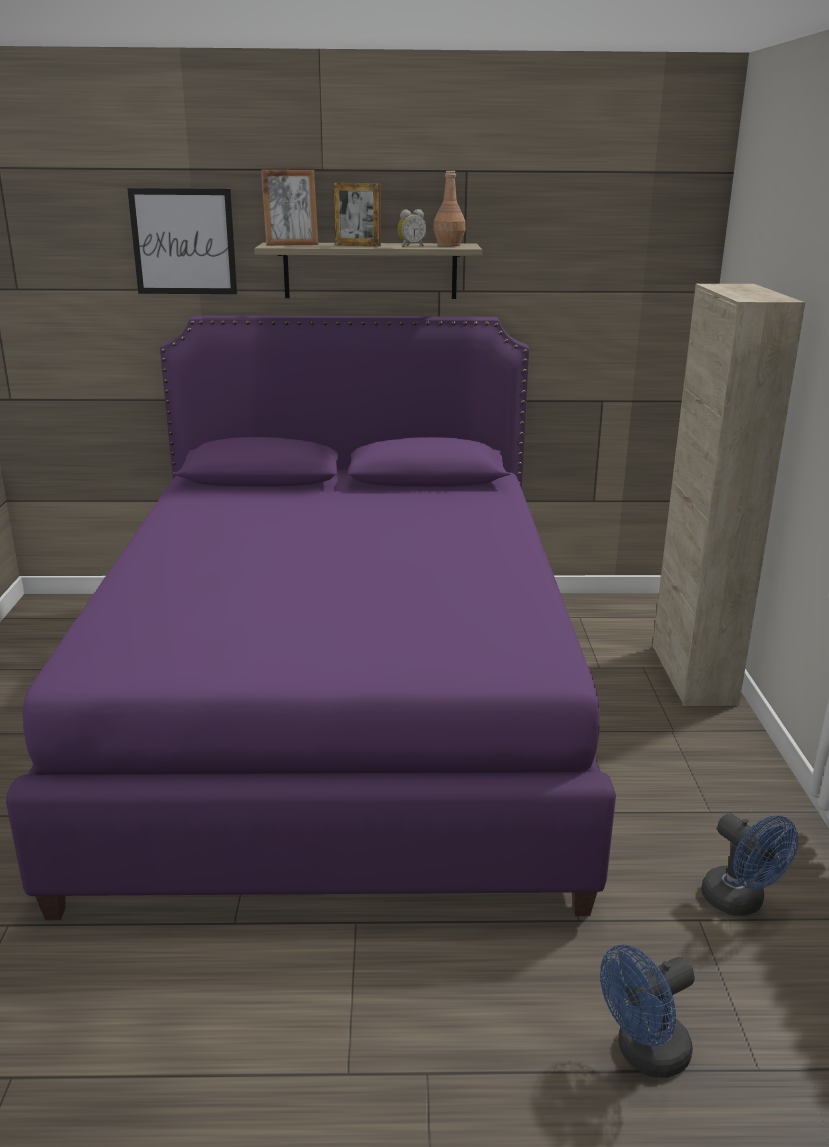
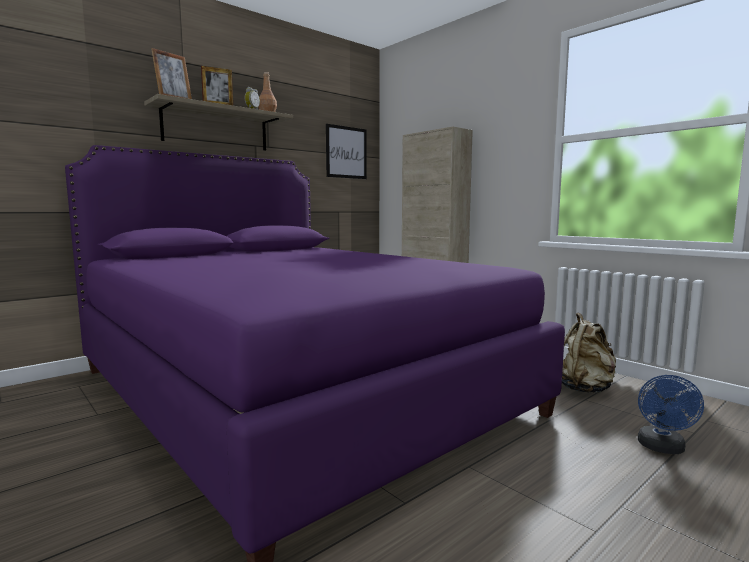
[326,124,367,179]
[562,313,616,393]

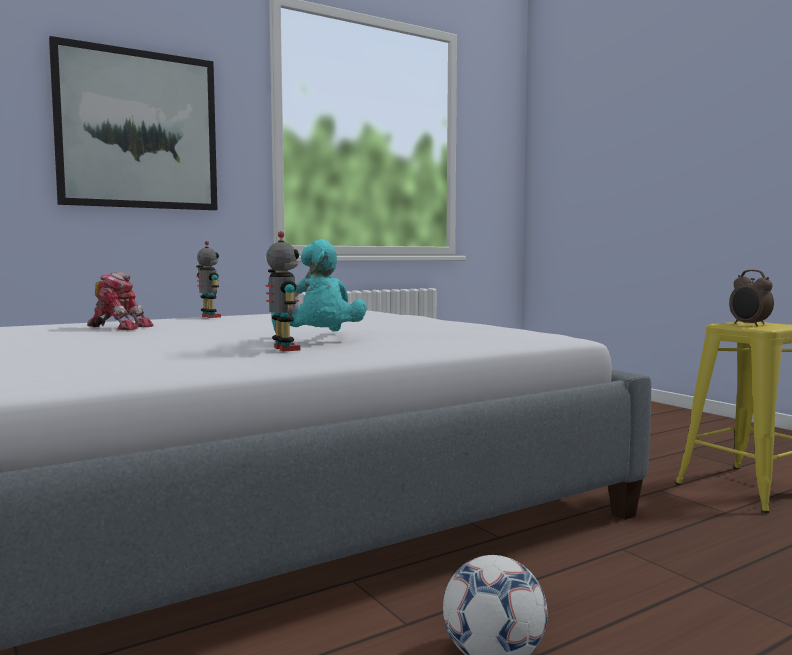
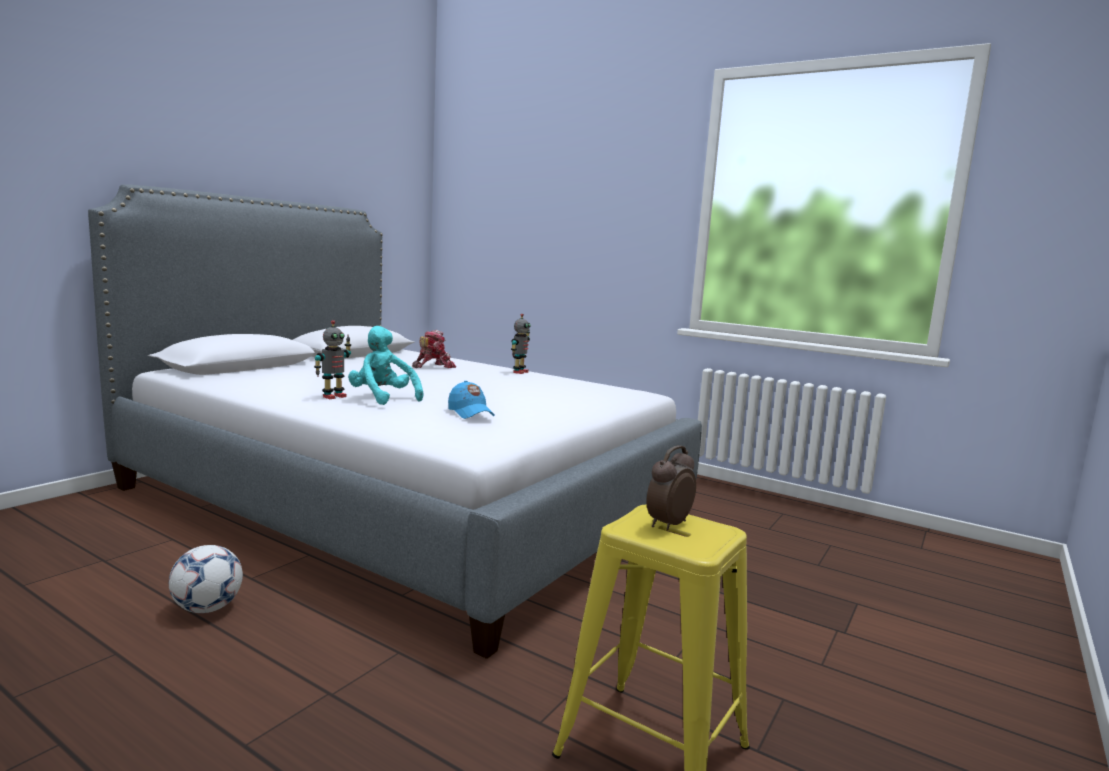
[49,36,217,210] (first image)
[348,326,423,405]
[412,330,456,368]
[448,381,495,419]

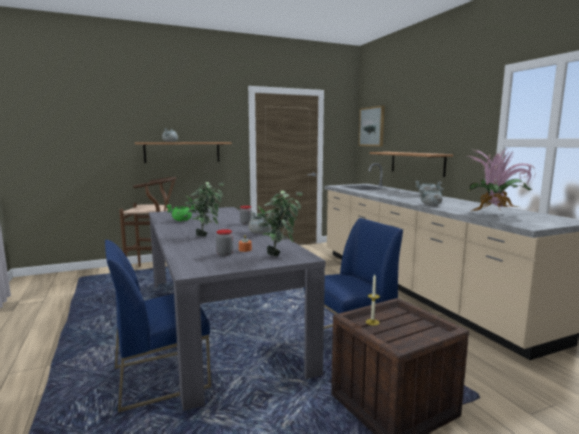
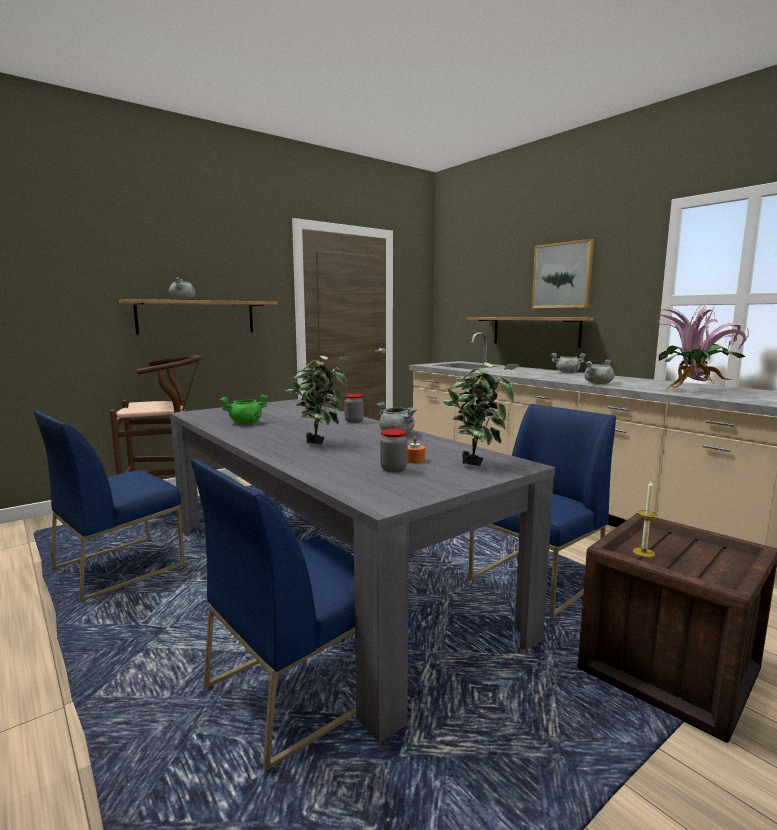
[532,239,594,308]
[34,411,185,602]

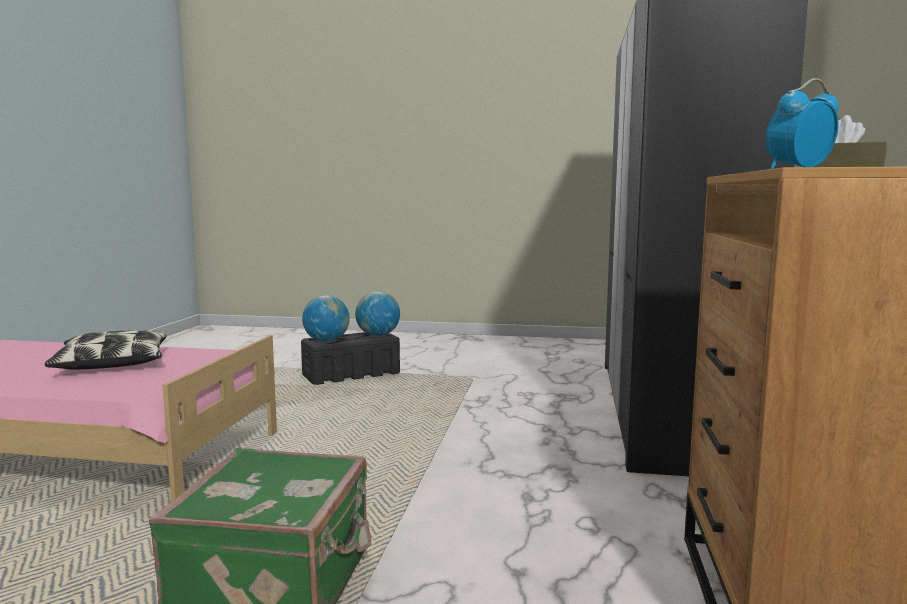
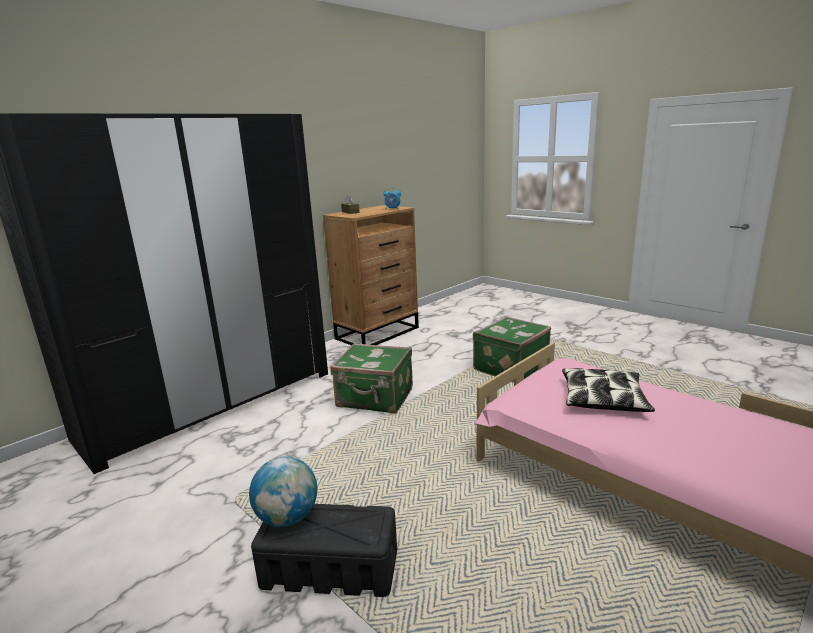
[302,295,350,342] (first image)
[330,343,413,414]

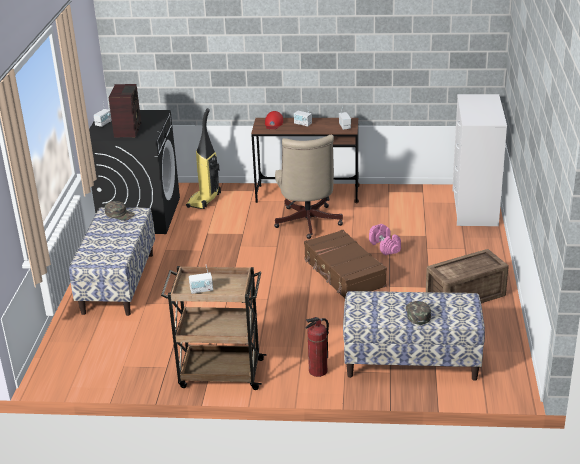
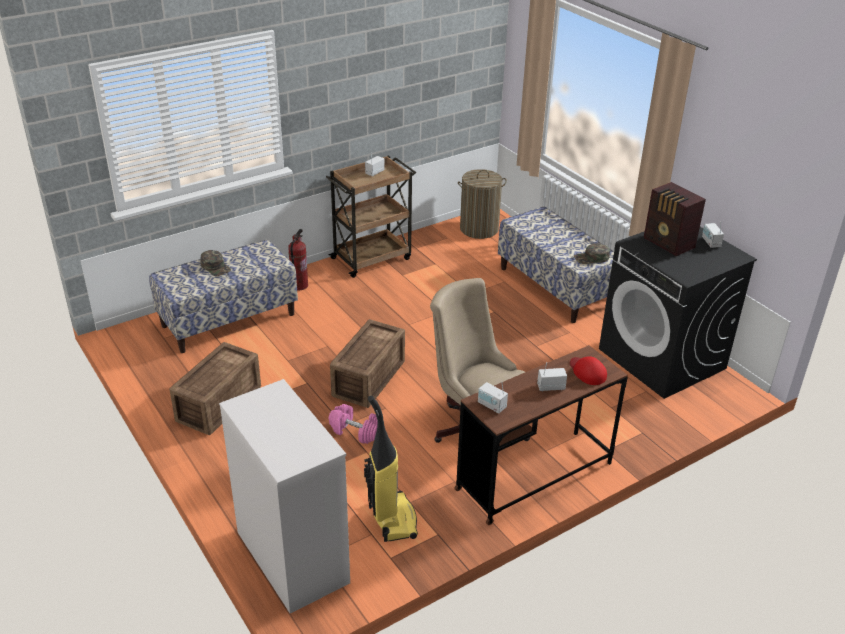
[364,396,418,542]
[330,319,405,408]
[458,169,507,239]

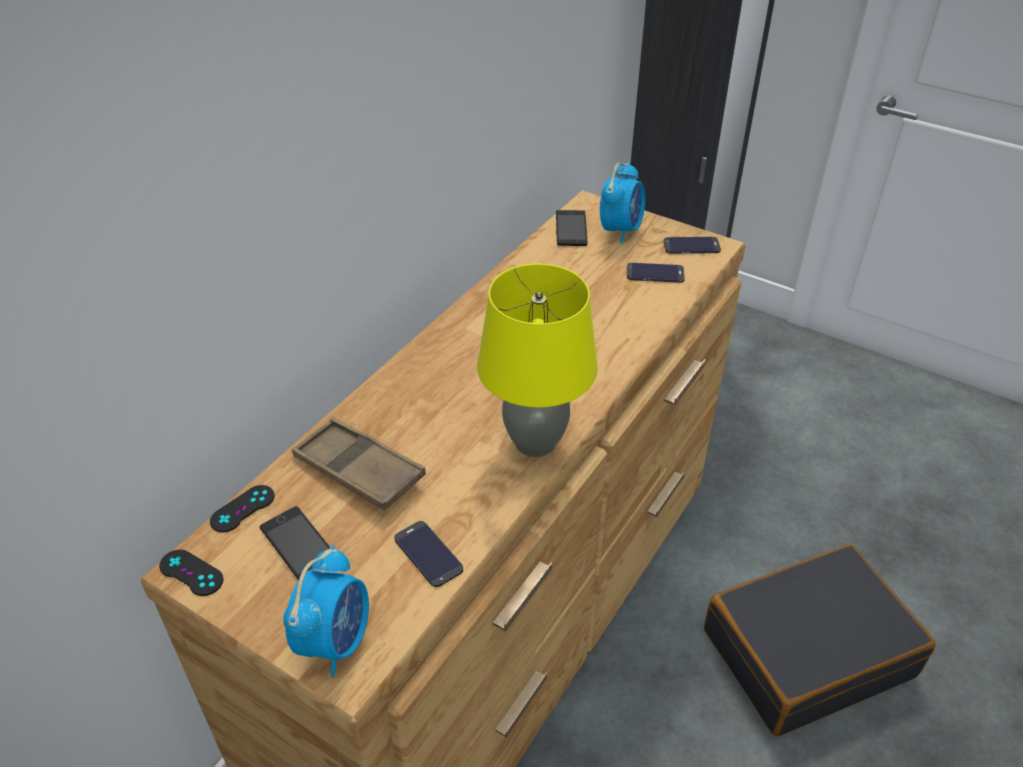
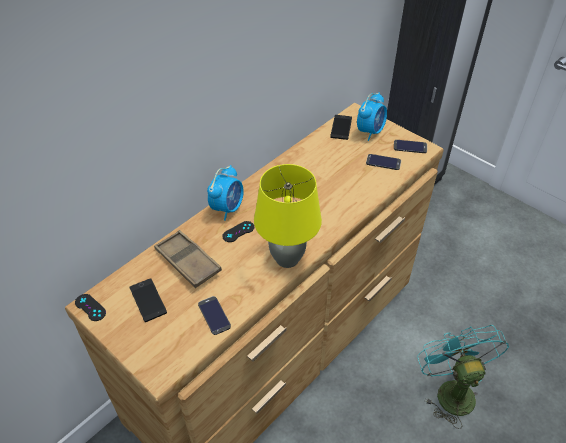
[222,221,254,242]
[417,325,509,429]
[207,165,244,221]

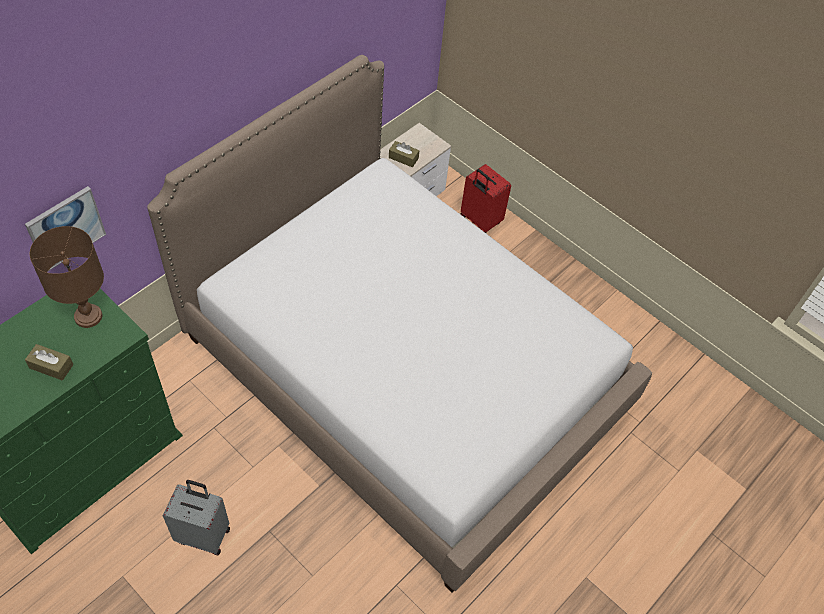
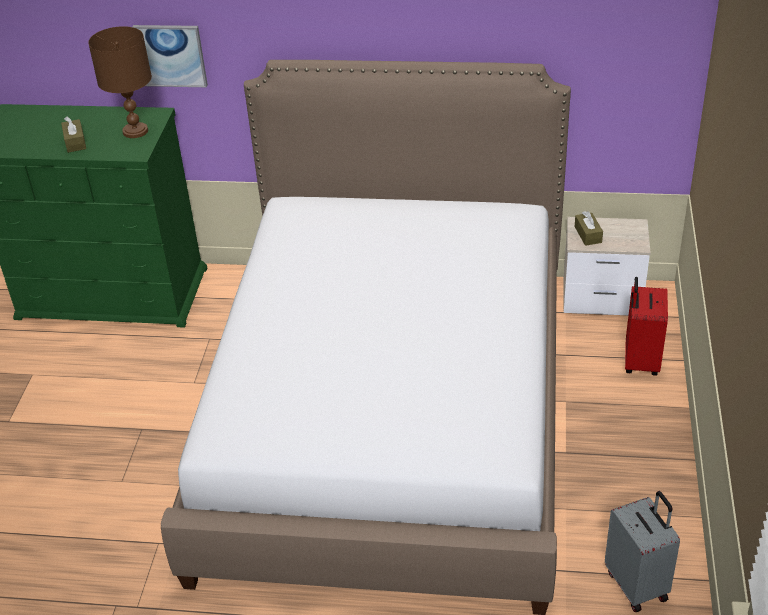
[605,491,680,612]

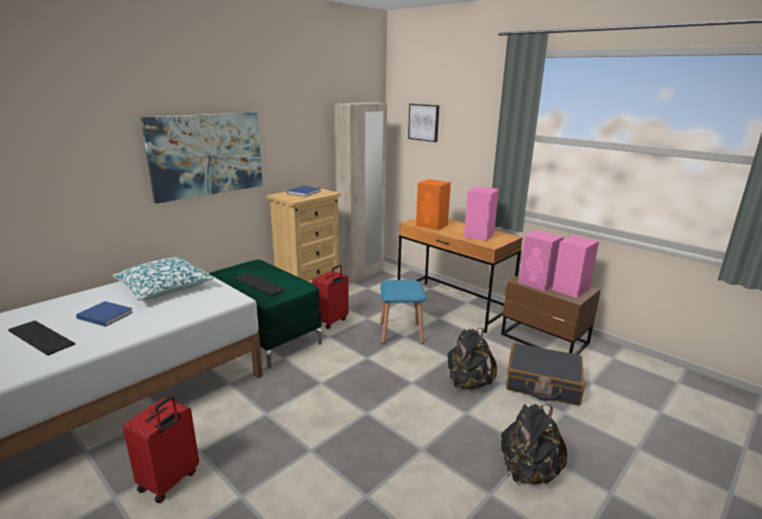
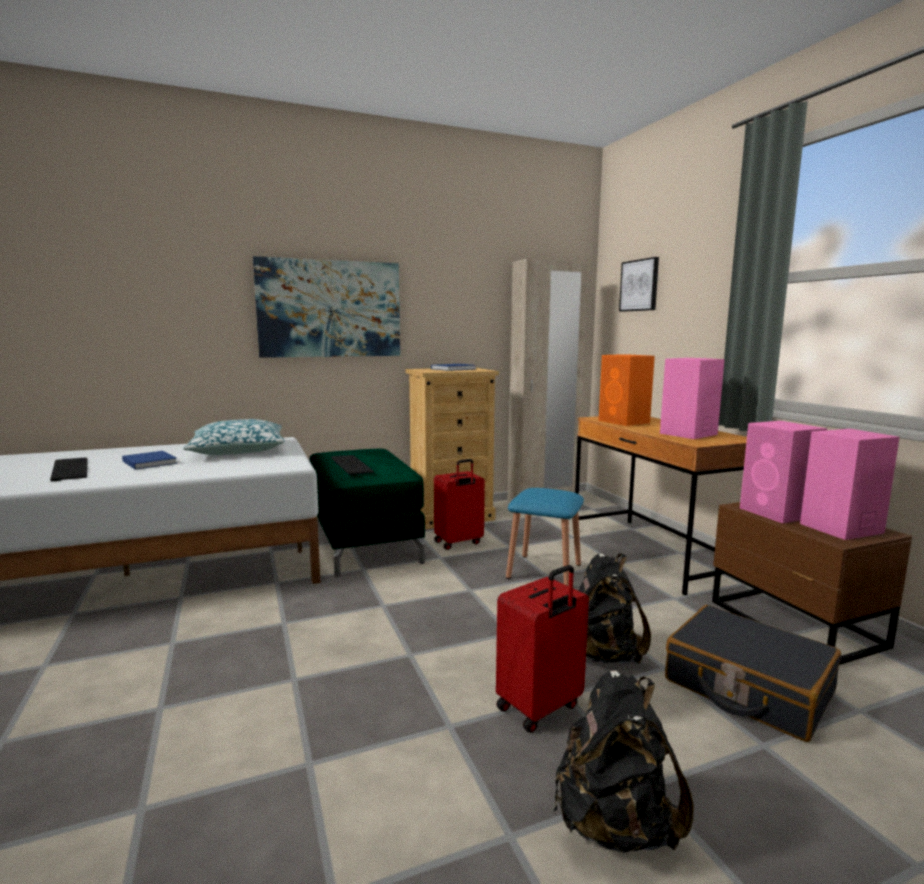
[496,565,589,733]

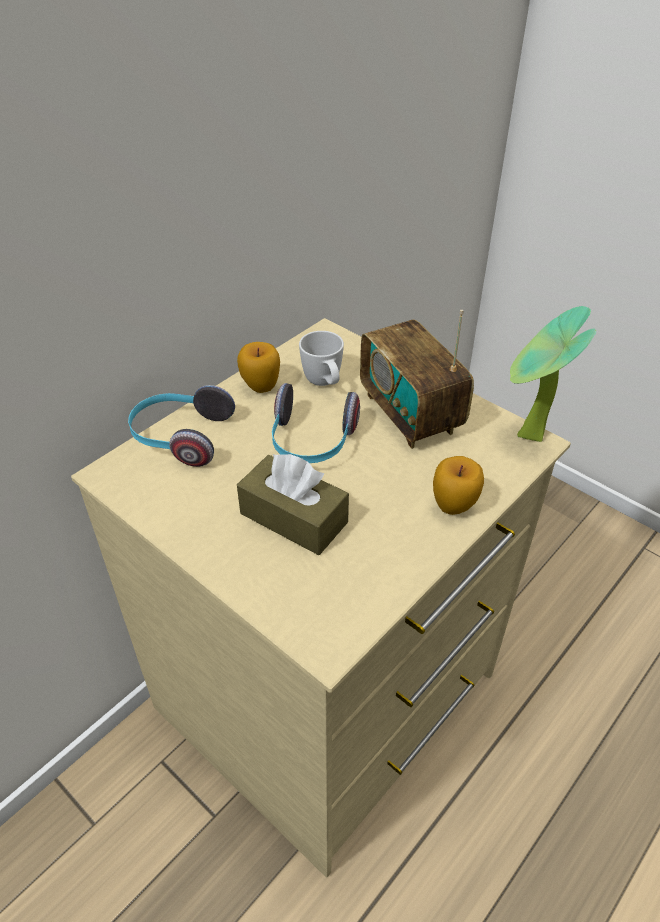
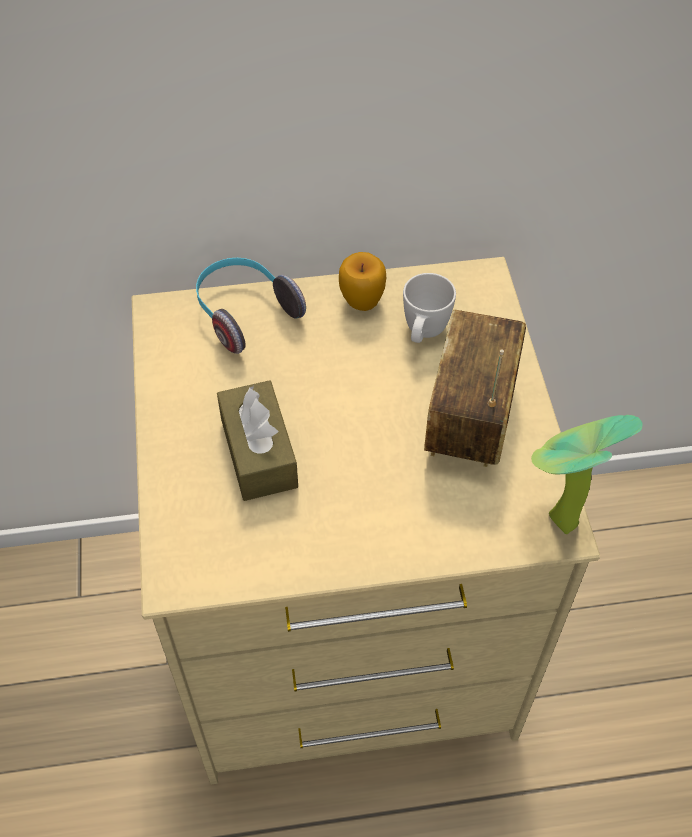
[272,383,360,463] (first image)
[433,456,484,515] (first image)

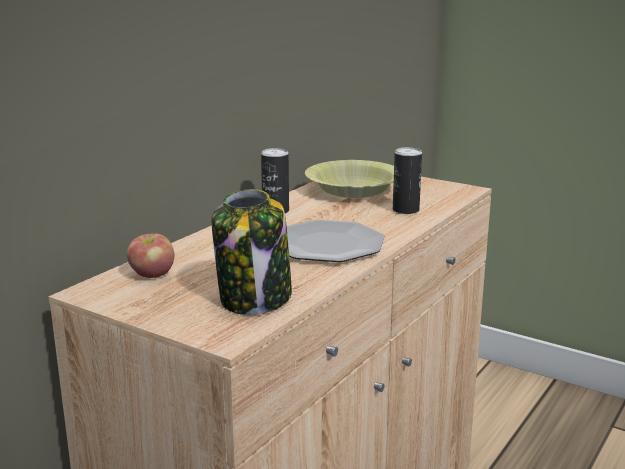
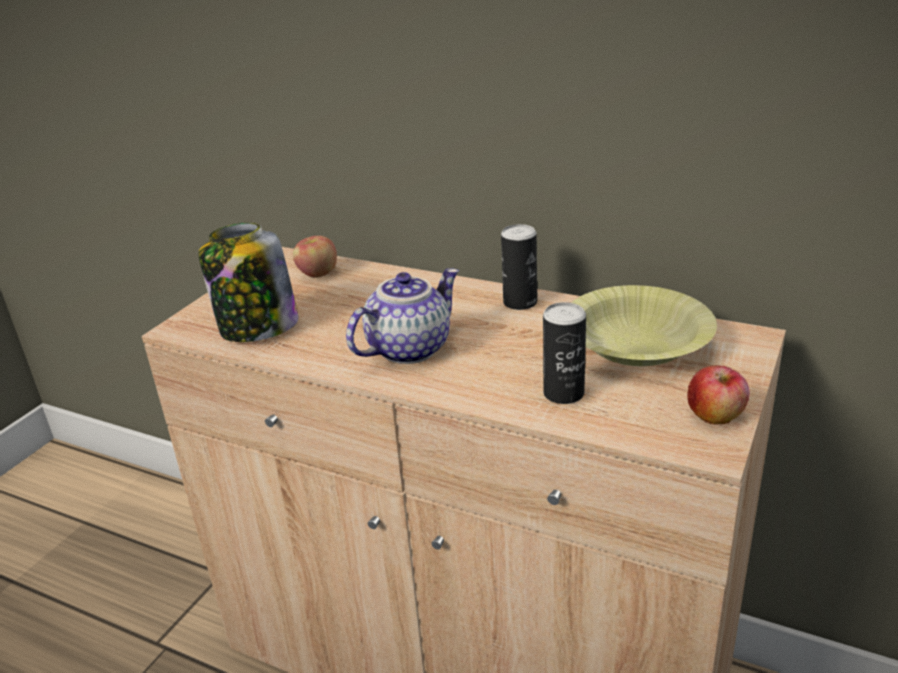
[346,268,459,364]
[687,365,750,424]

